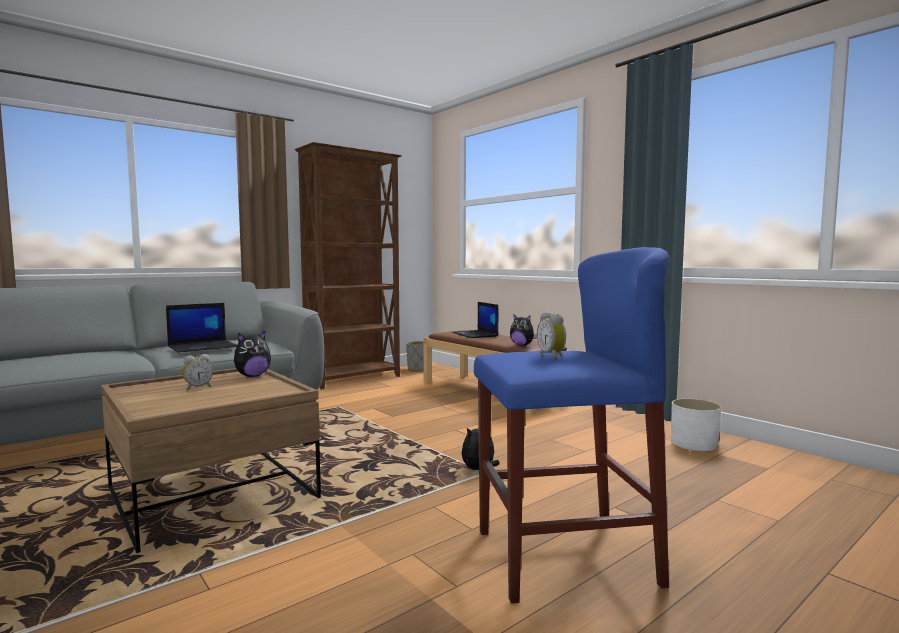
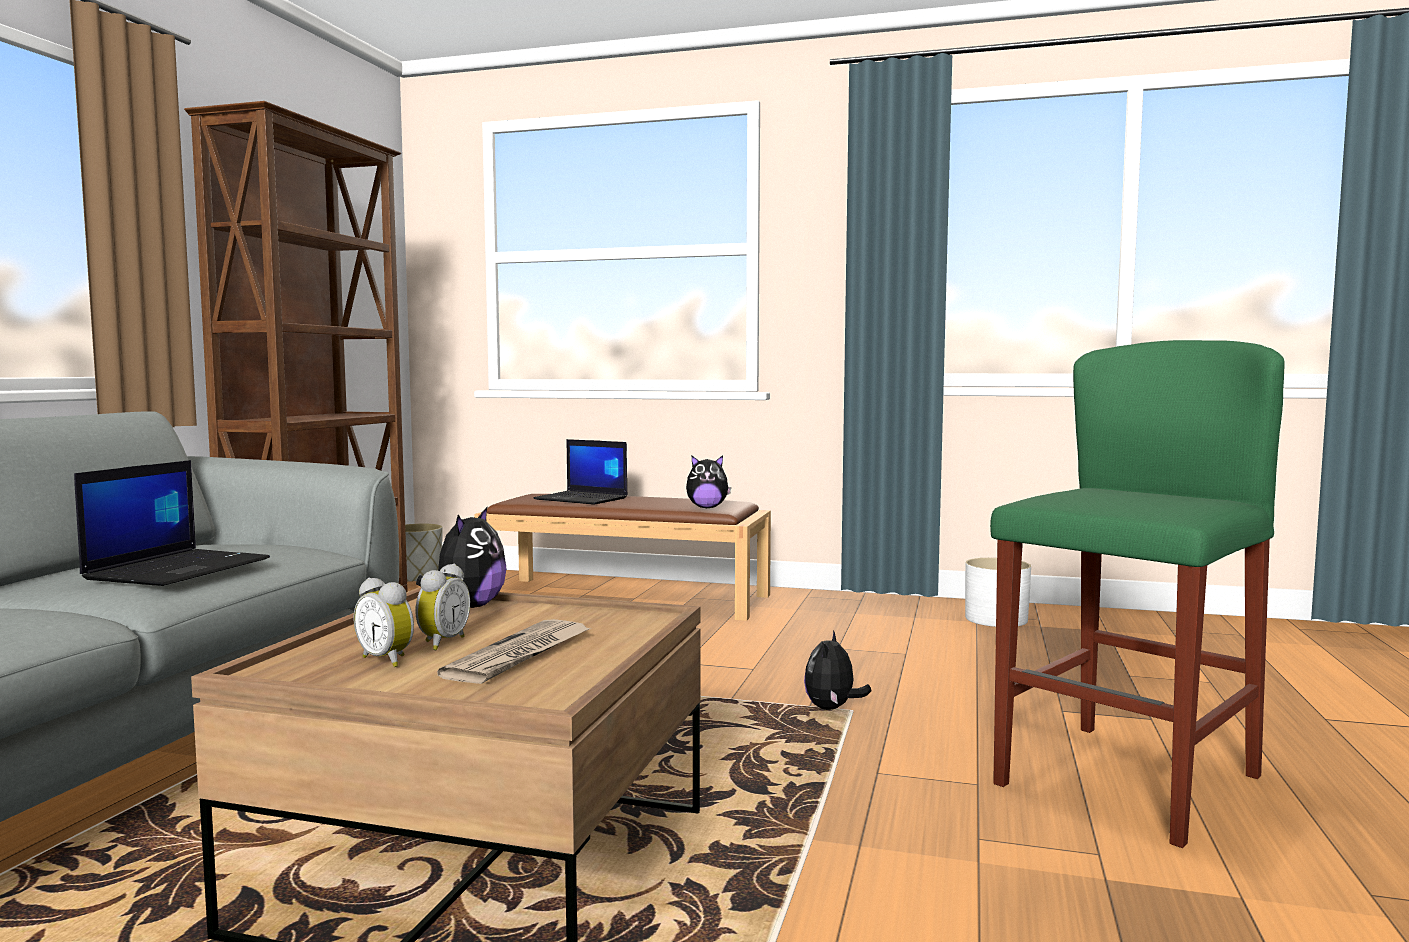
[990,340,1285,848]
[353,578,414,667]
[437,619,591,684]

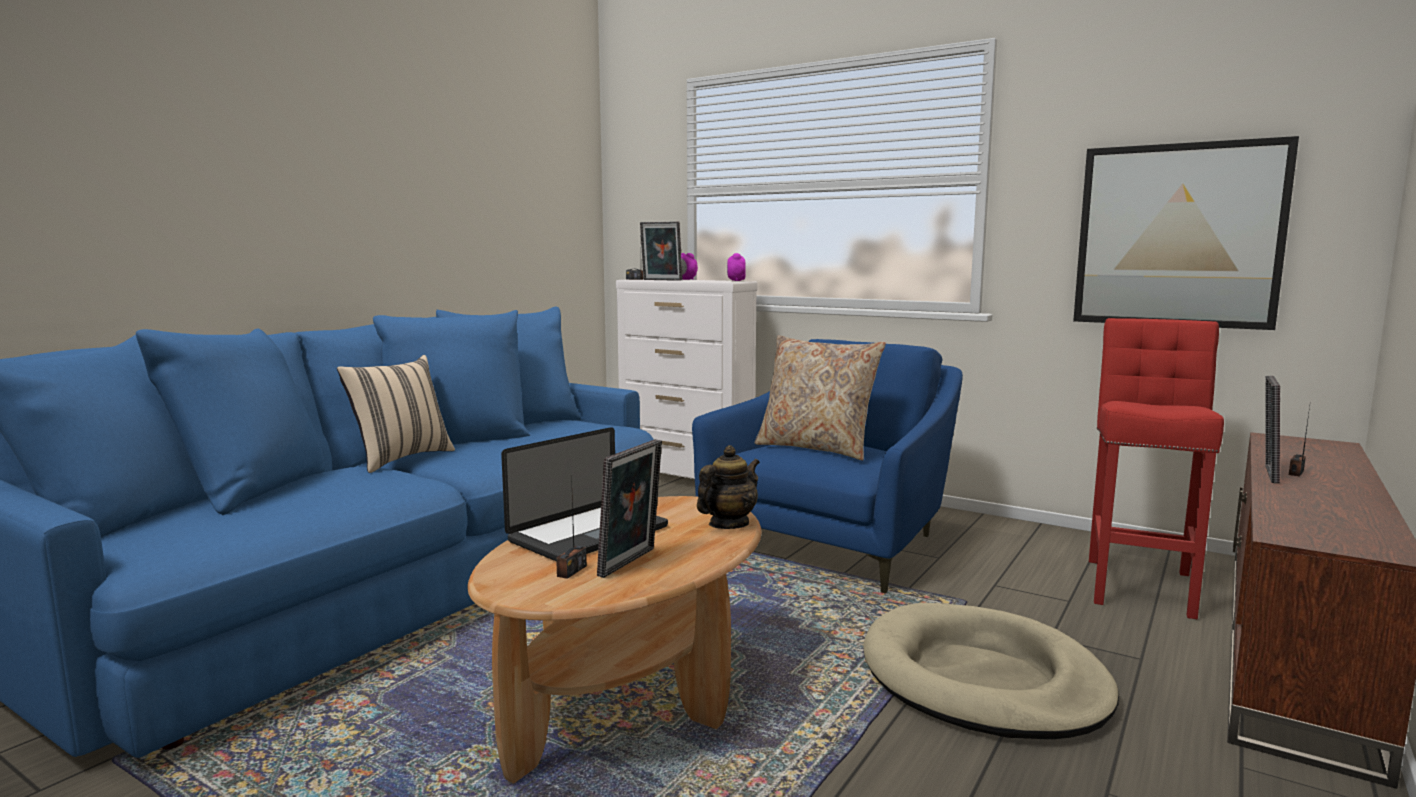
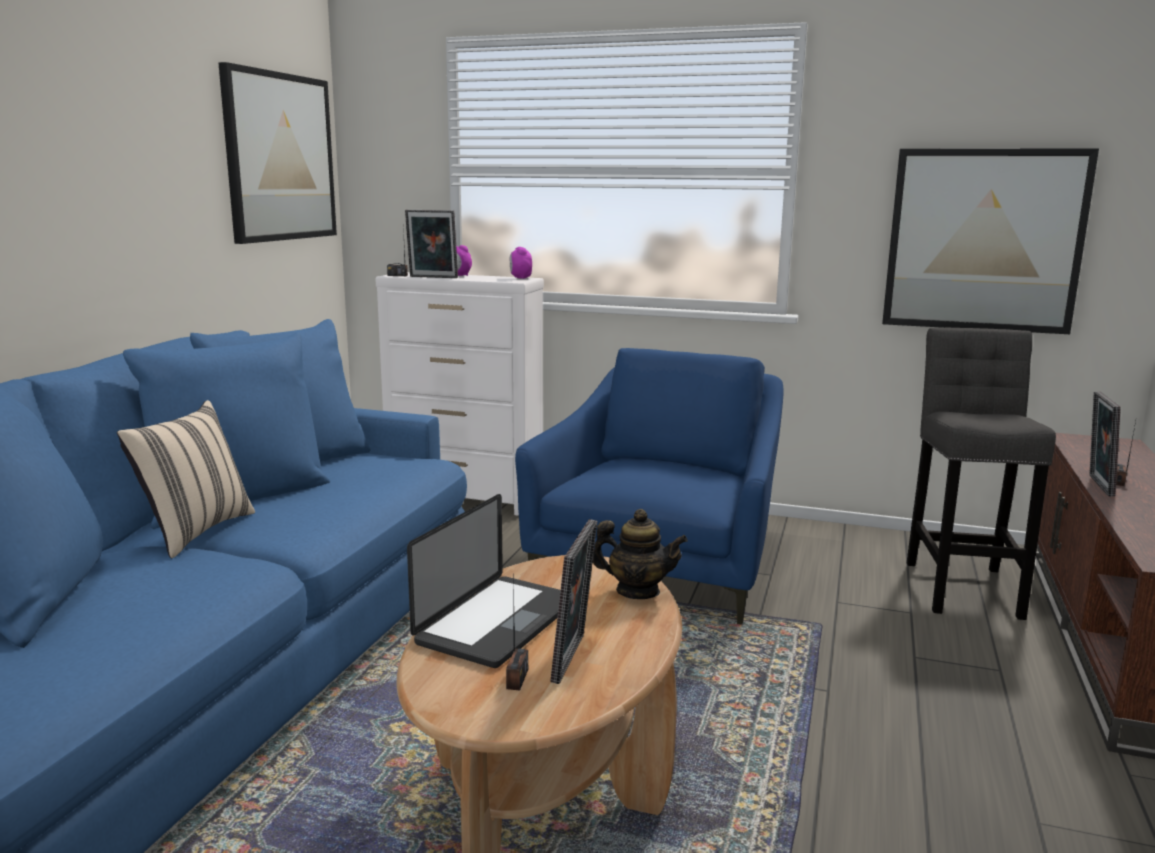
[907,328,1056,620]
[755,335,886,461] (first image)
[593,509,688,599]
[863,603,1119,739] (first image)
[218,62,337,244]

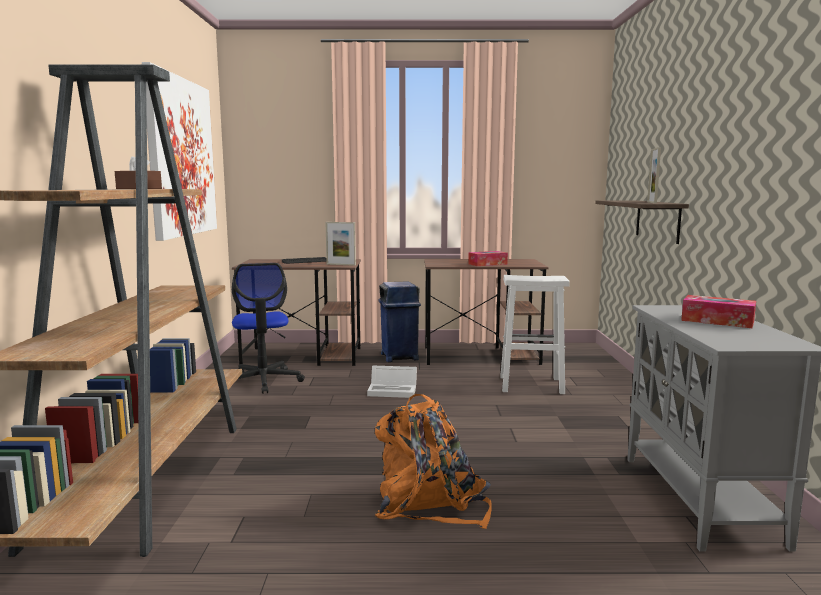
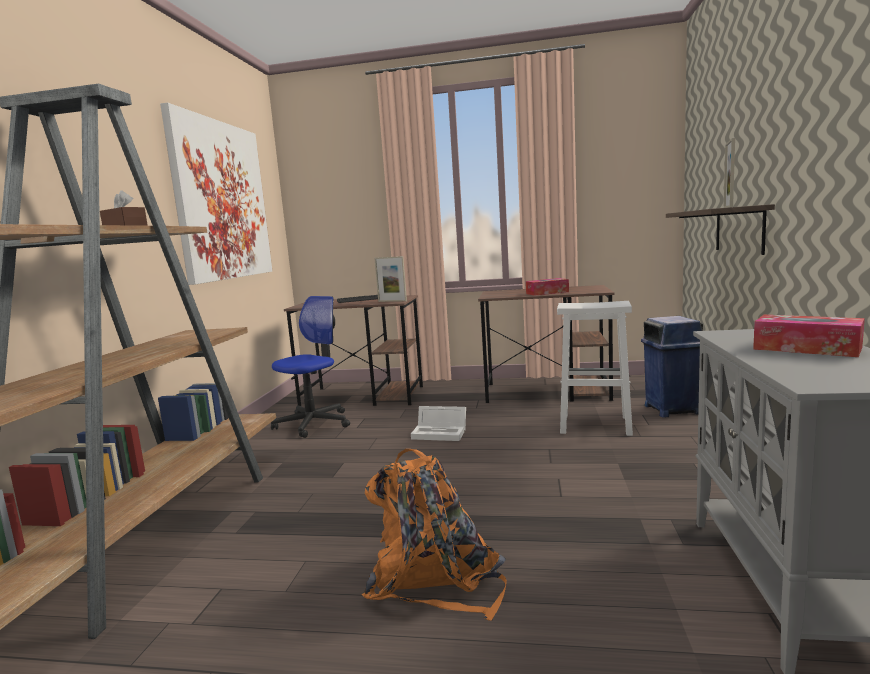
[271,296,350,438]
[641,316,703,418]

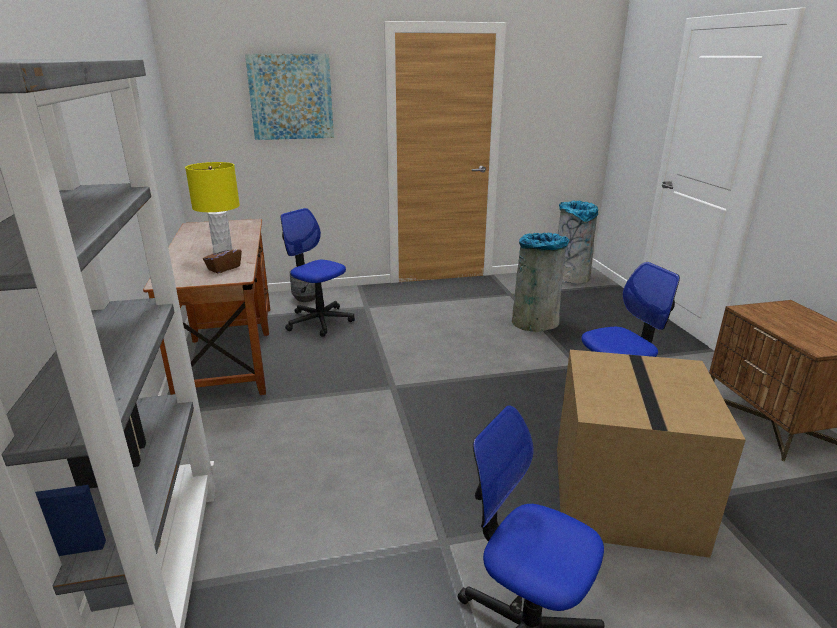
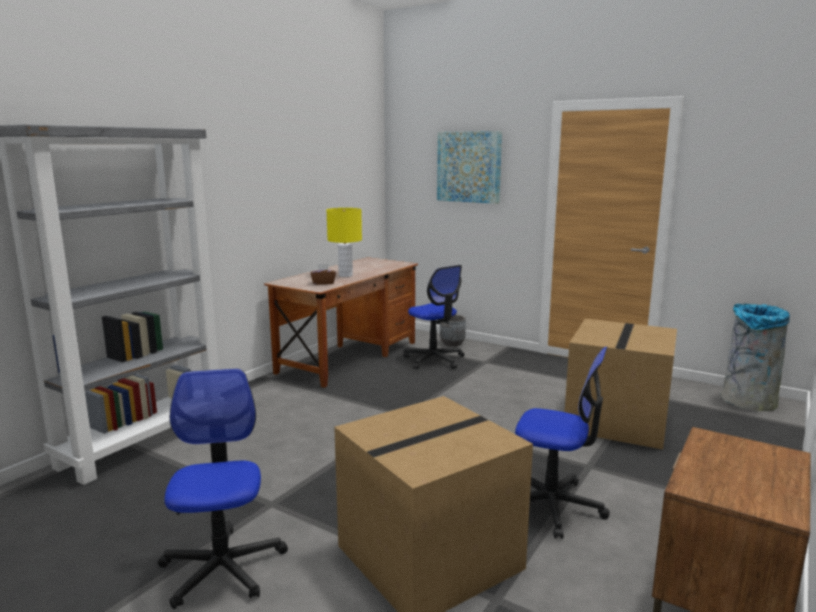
[403,265,464,369]
[565,319,677,449]

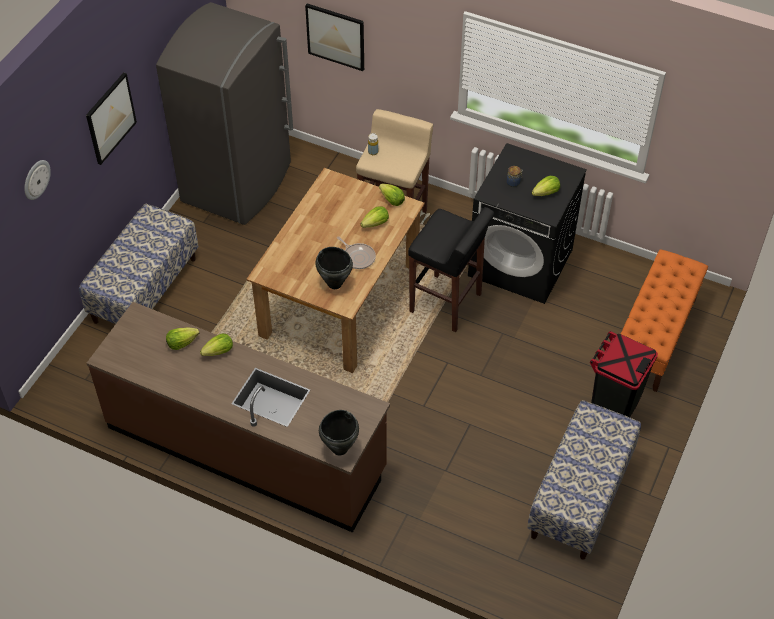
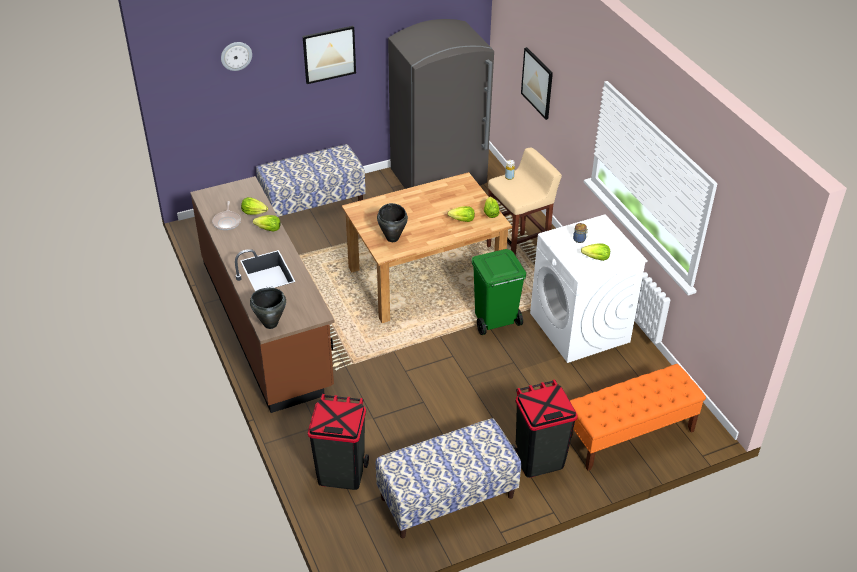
[530,214,648,363]
[472,249,526,335]
[212,201,241,230]
[308,394,369,490]

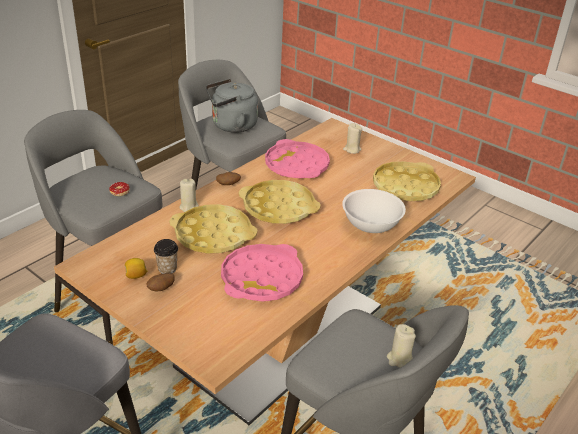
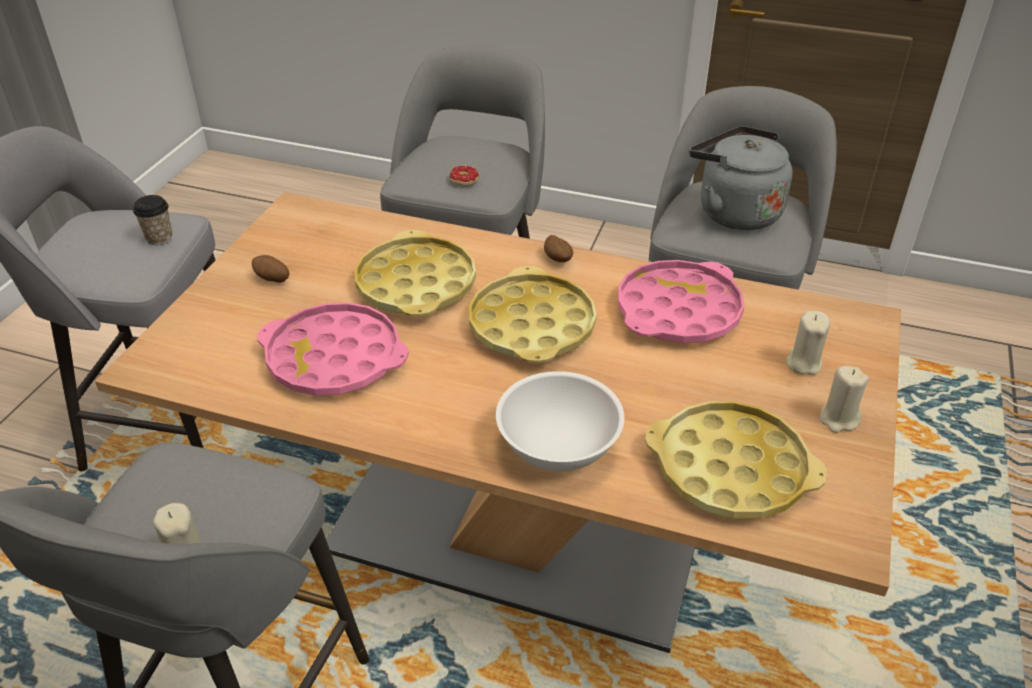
[819,366,869,433]
[133,195,172,245]
[125,258,147,279] (first image)

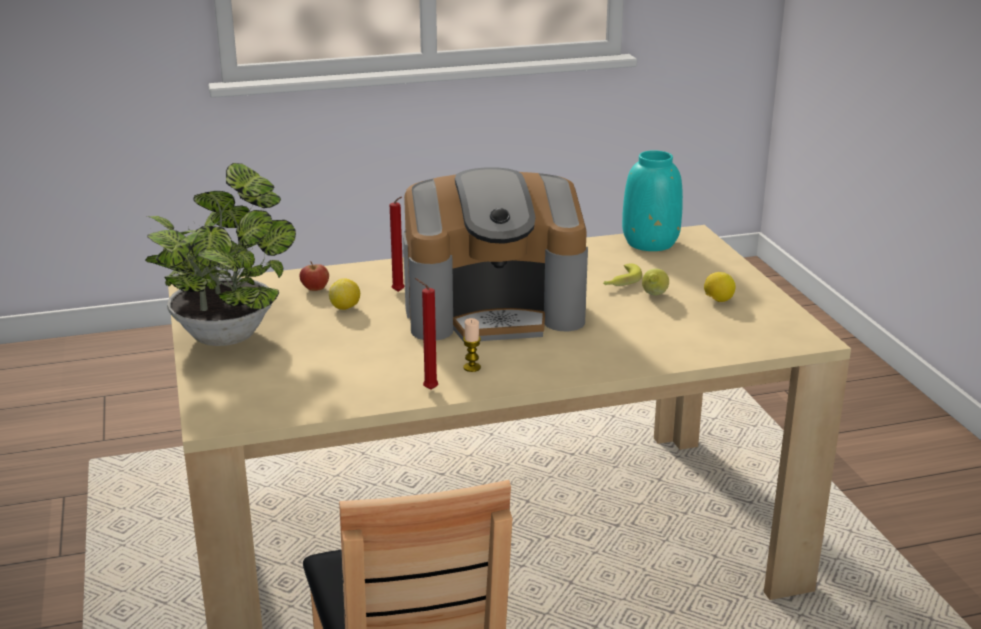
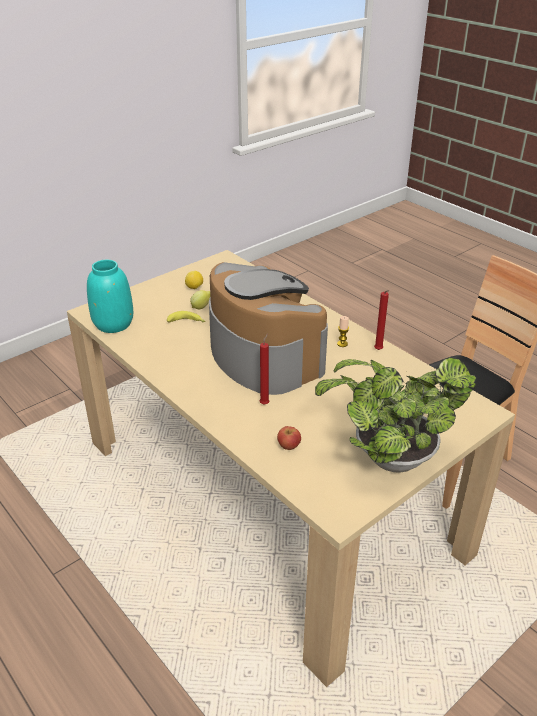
[329,278,360,310] (first image)

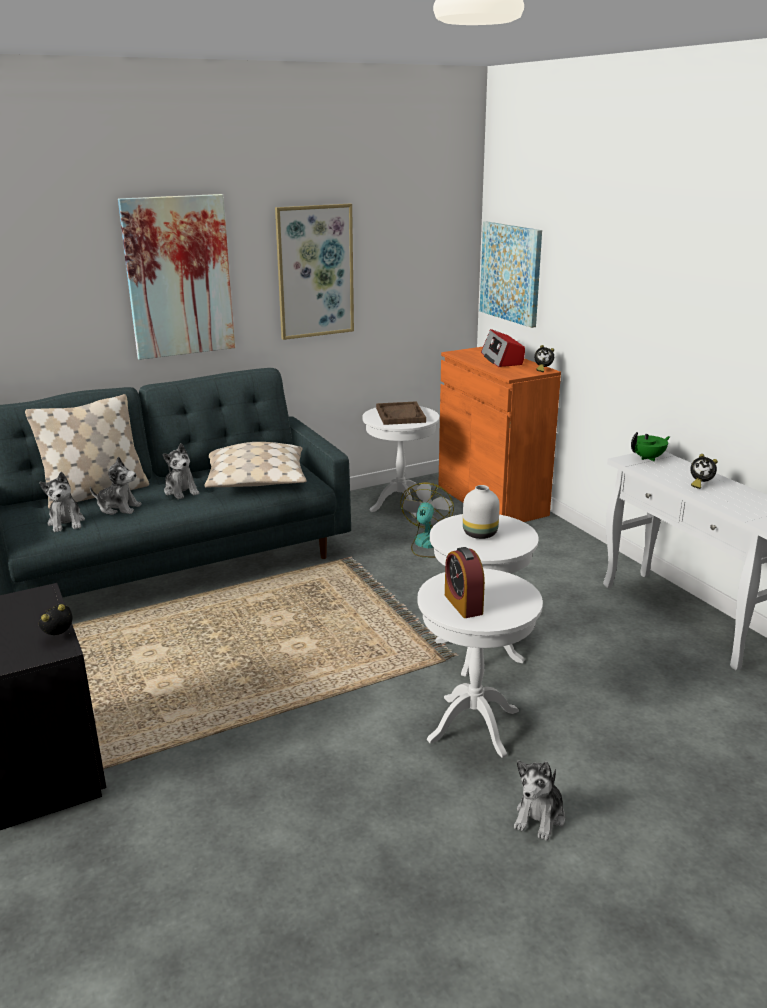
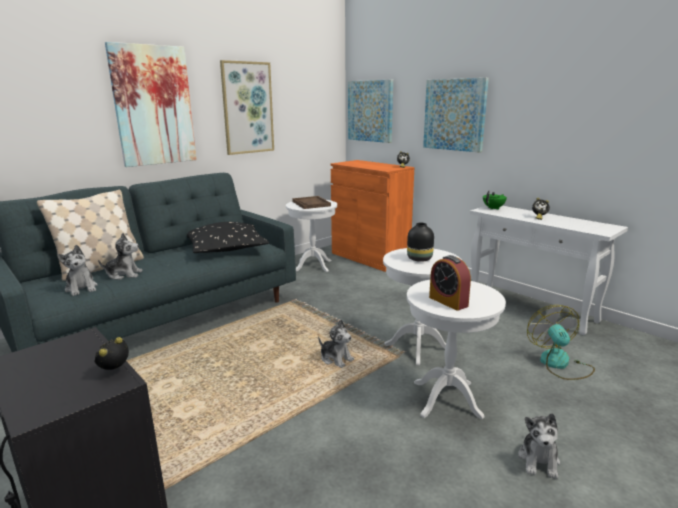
[481,329,525,367] (first image)
[187,222,269,253]
[318,320,354,368]
[527,305,595,380]
[407,223,434,262]
[423,78,489,153]

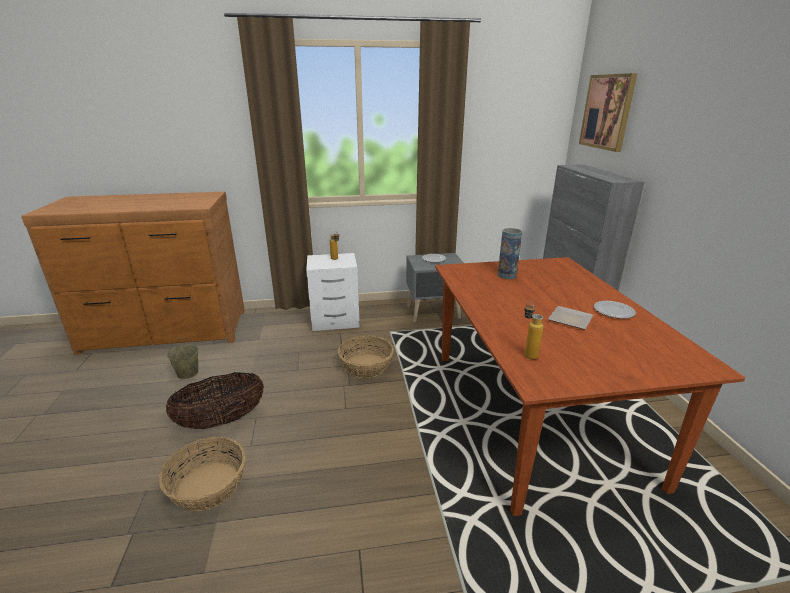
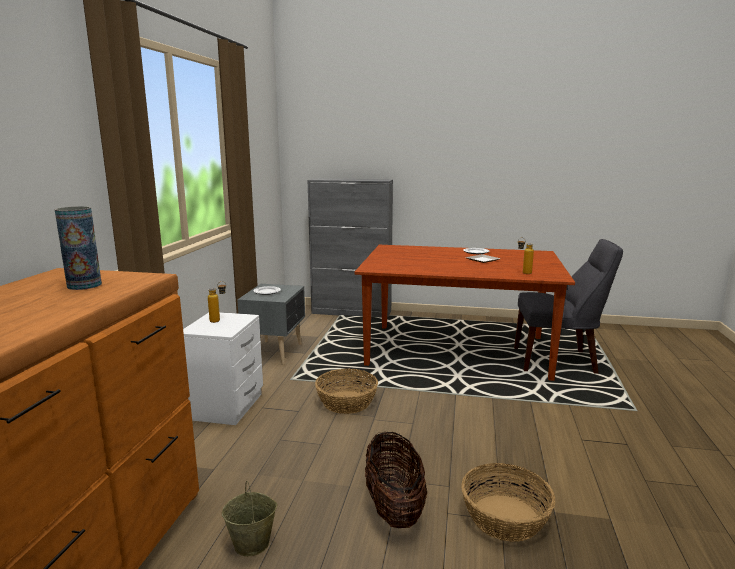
[579,73,637,152] (first image)
[55,206,102,290]
[514,239,623,374]

